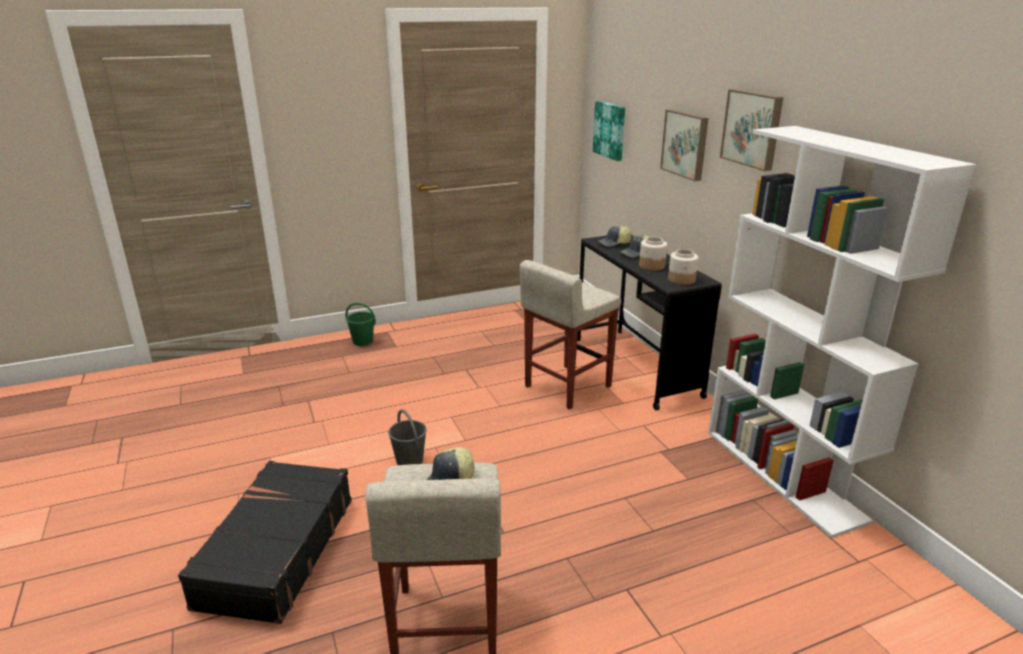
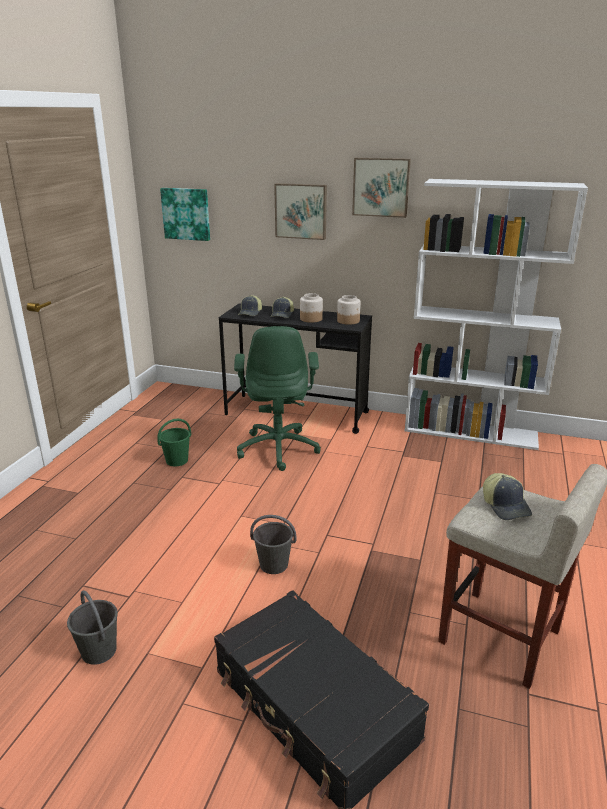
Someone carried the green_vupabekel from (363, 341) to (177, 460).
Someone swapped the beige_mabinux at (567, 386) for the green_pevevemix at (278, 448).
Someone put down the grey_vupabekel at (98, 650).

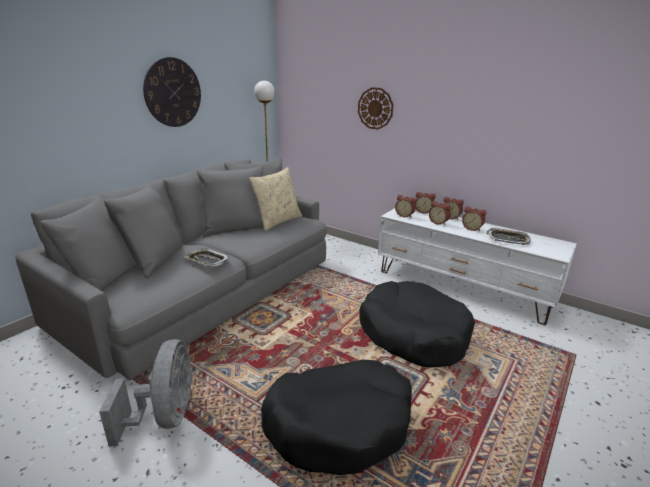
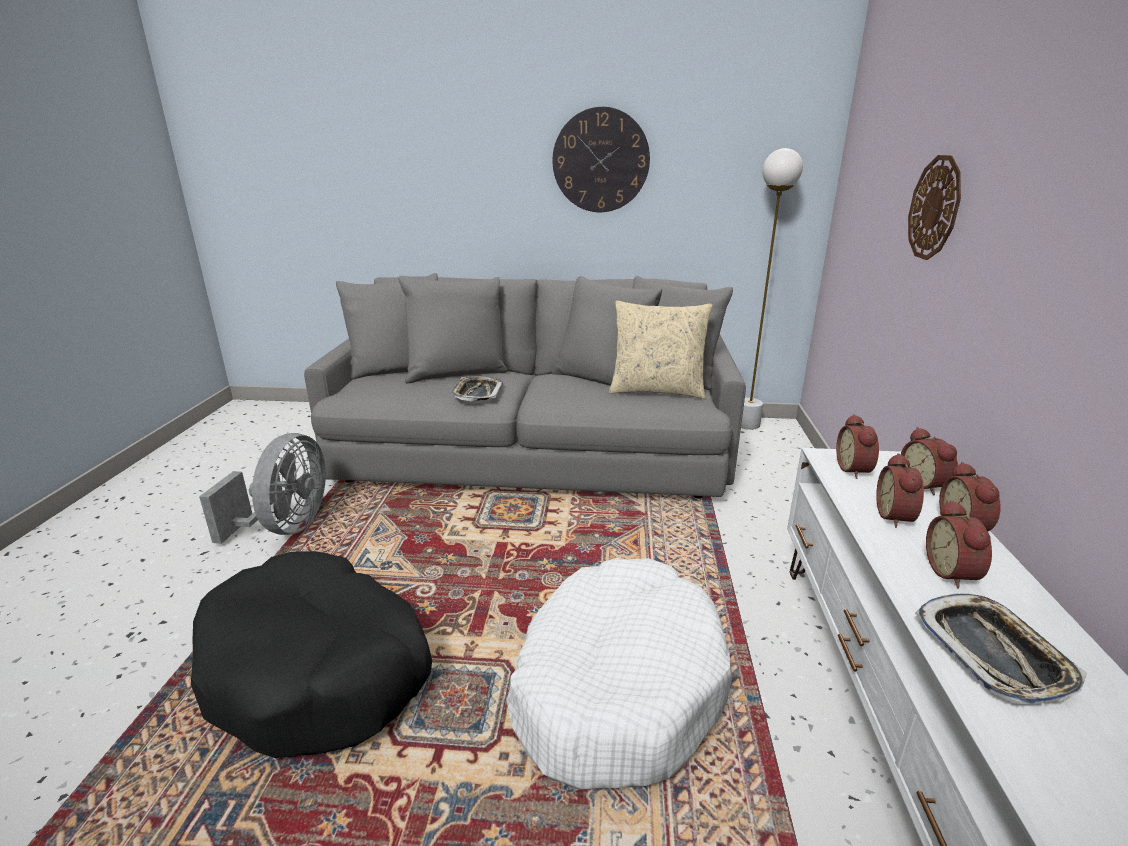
Someone rotated the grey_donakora at (165, 417) by 45 degrees counterclockwise.
Someone repainted the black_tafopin at (413, 334), which became the white_tafopin at (617, 685).

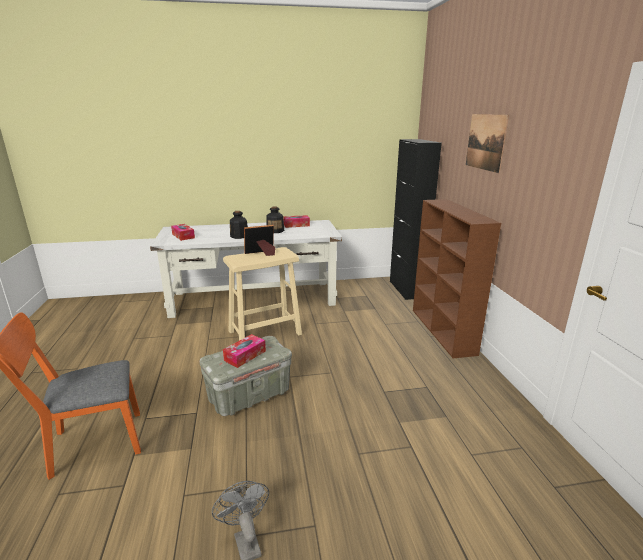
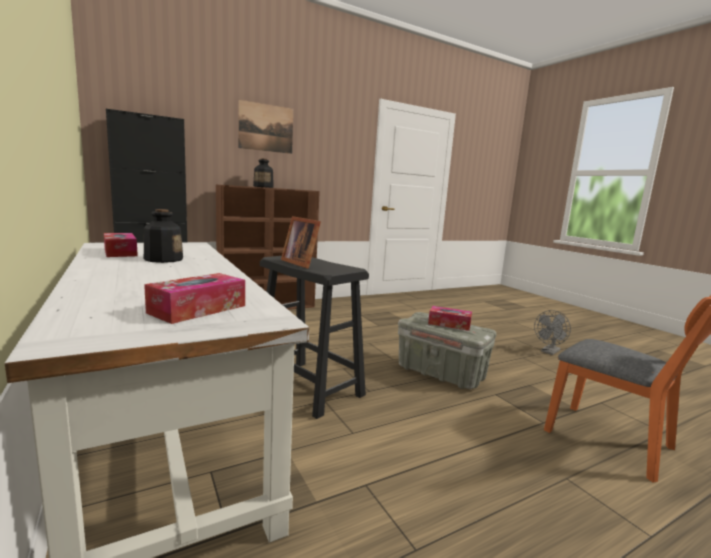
Someone repainted the beige_mabinux at (264, 333), which became the black_mabinux at (308, 387).
Someone carried the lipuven from (239, 236) to (263, 187).

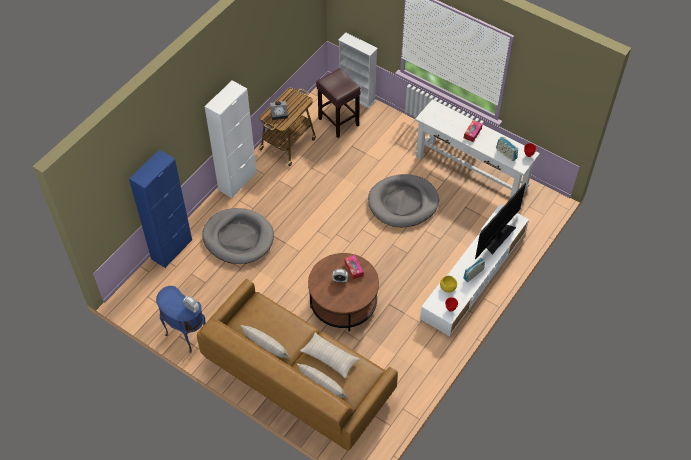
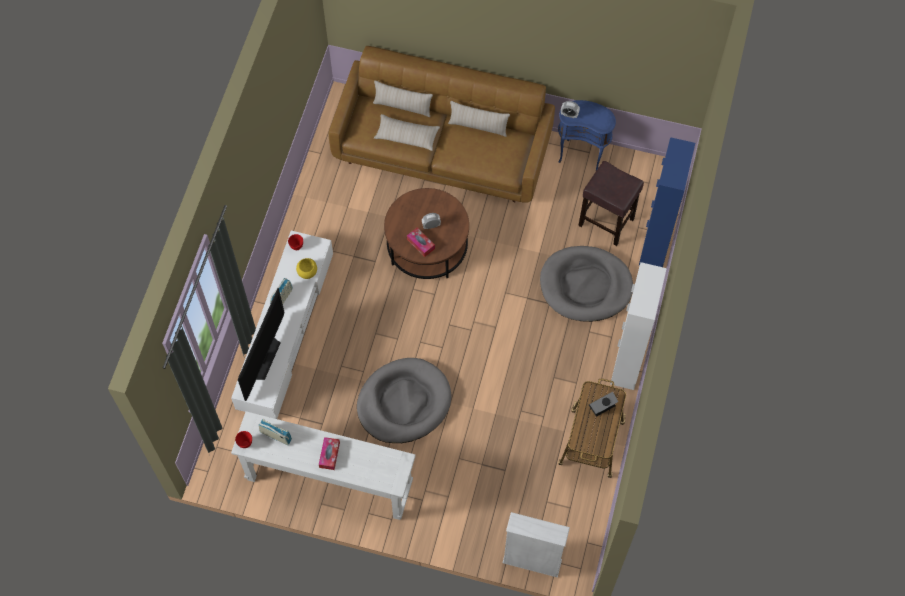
Someone carried the brown_mabinux from (338, 121) to (607, 222).

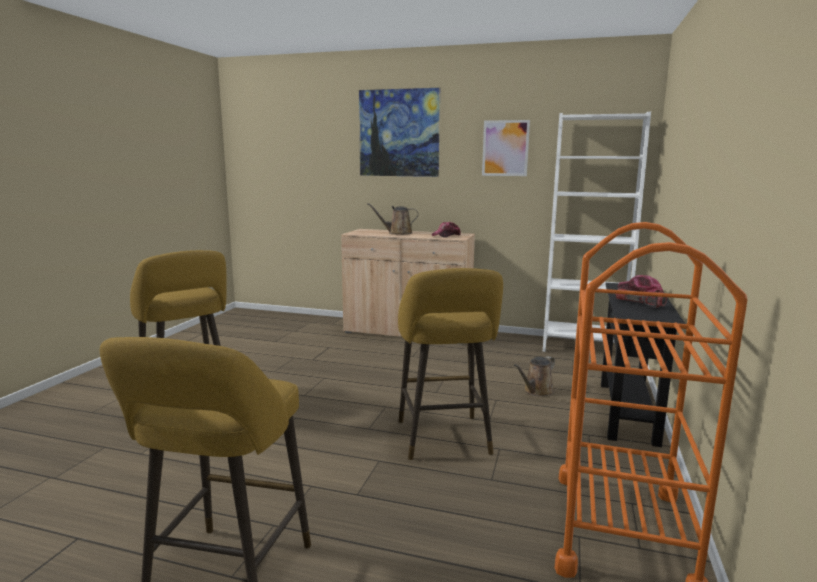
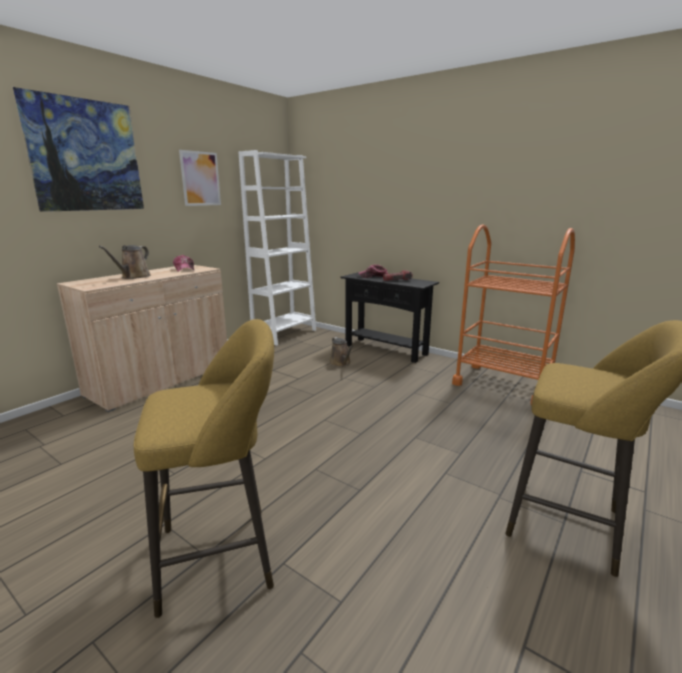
Someone took away the yellow_mabinux at (444, 440).

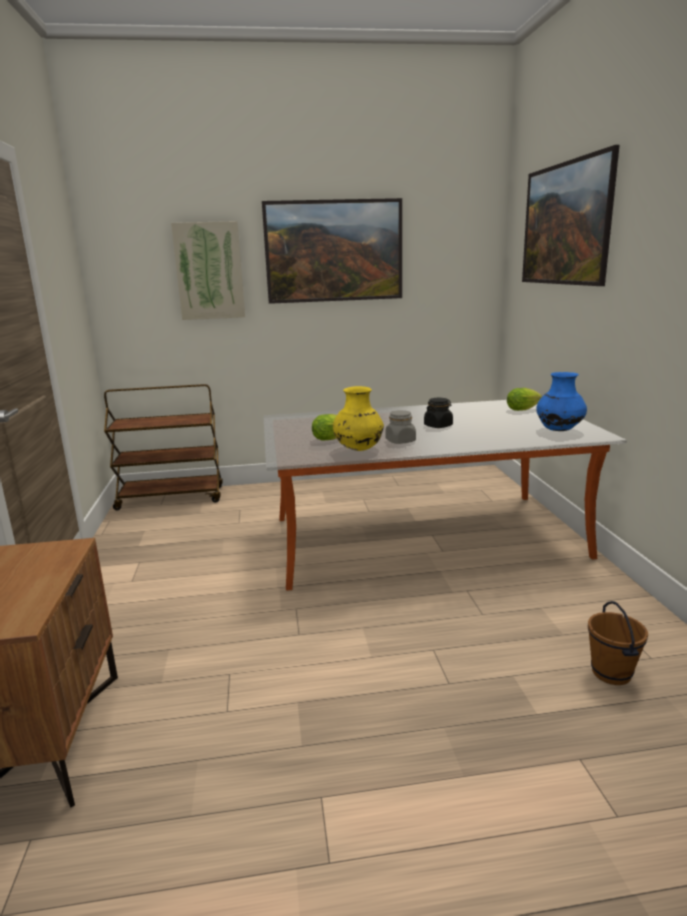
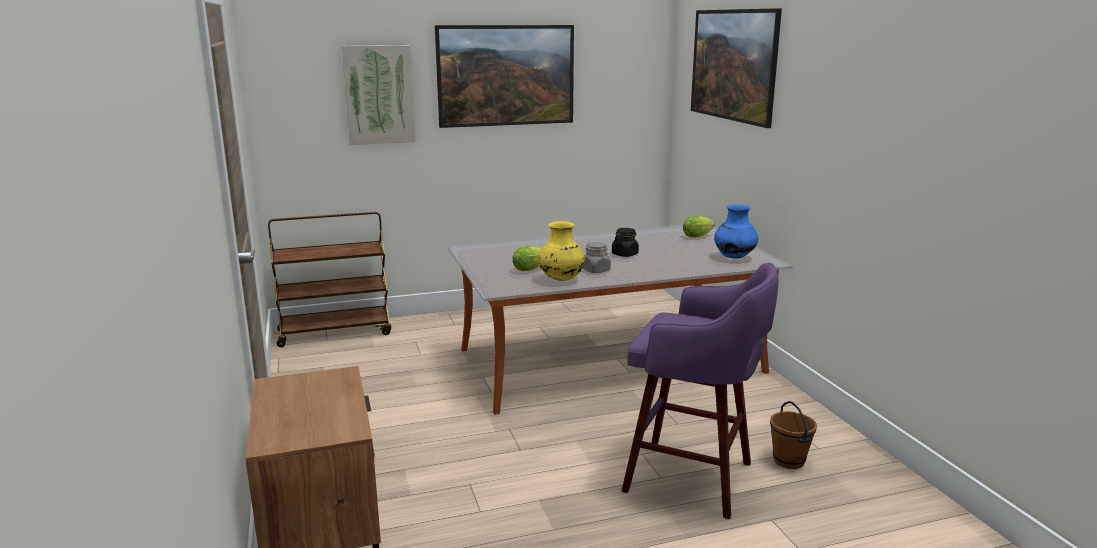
Someone put down the purple_mabinux at (693, 478).

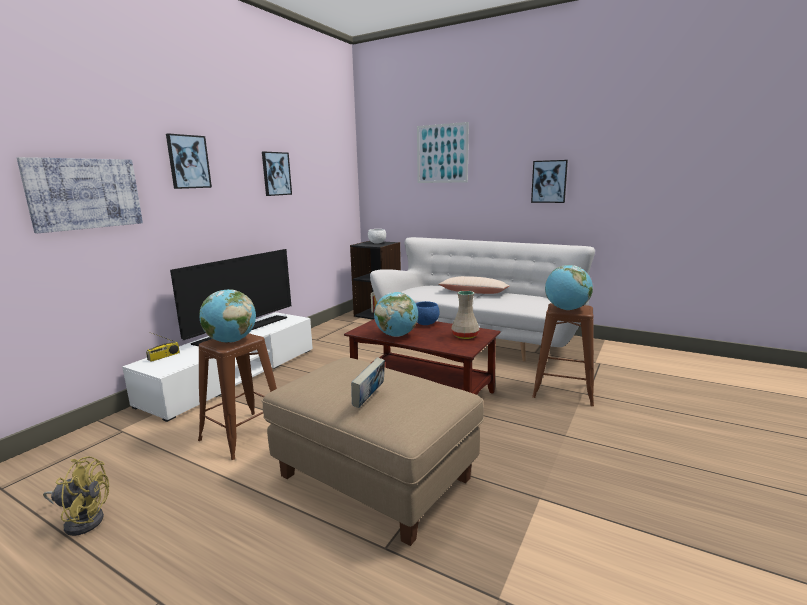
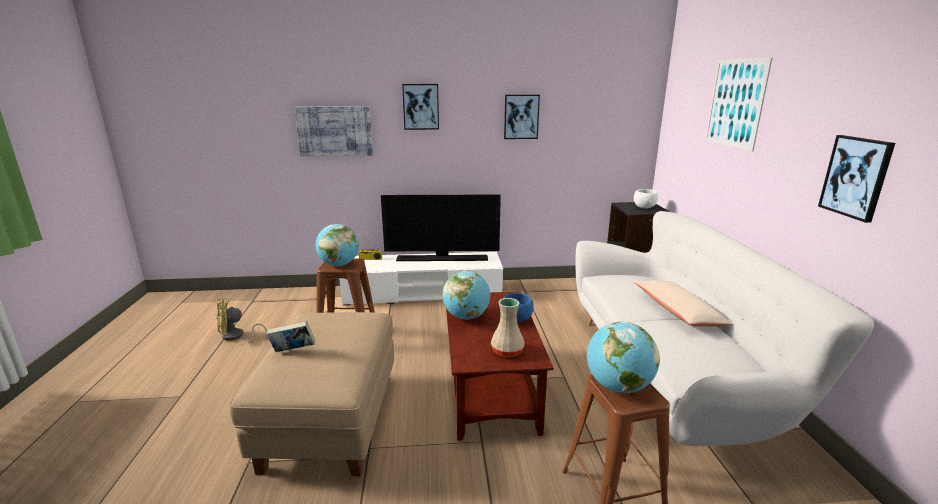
Someone rotated the yellow_donakora at (83, 519) by 105 degrees clockwise.

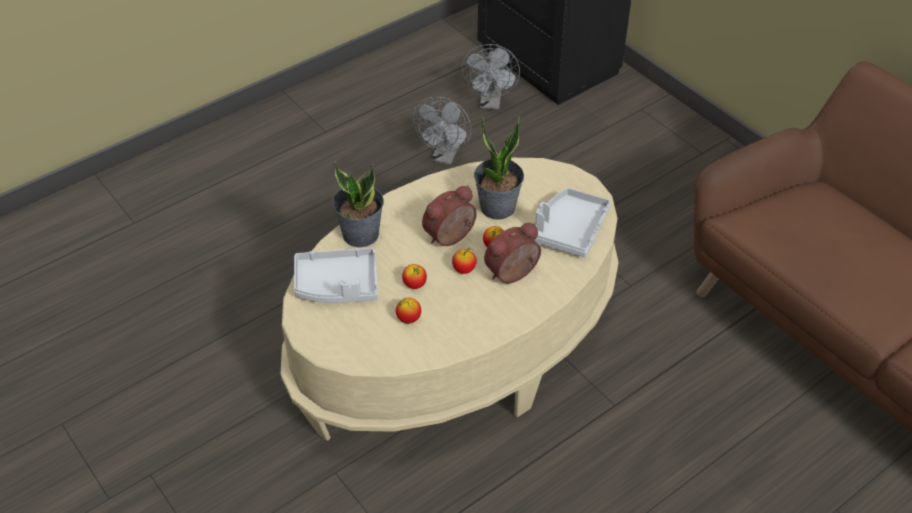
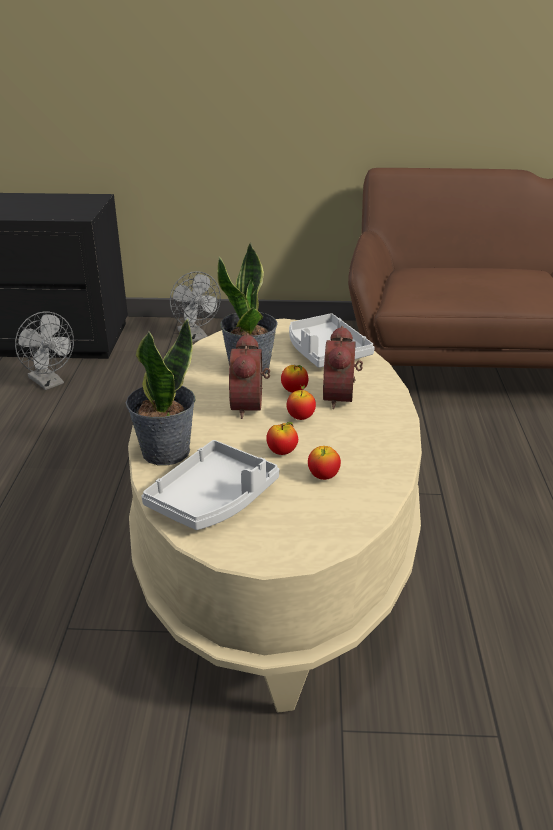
Someone carried the grey_donakora from (445, 156) to (195, 336).

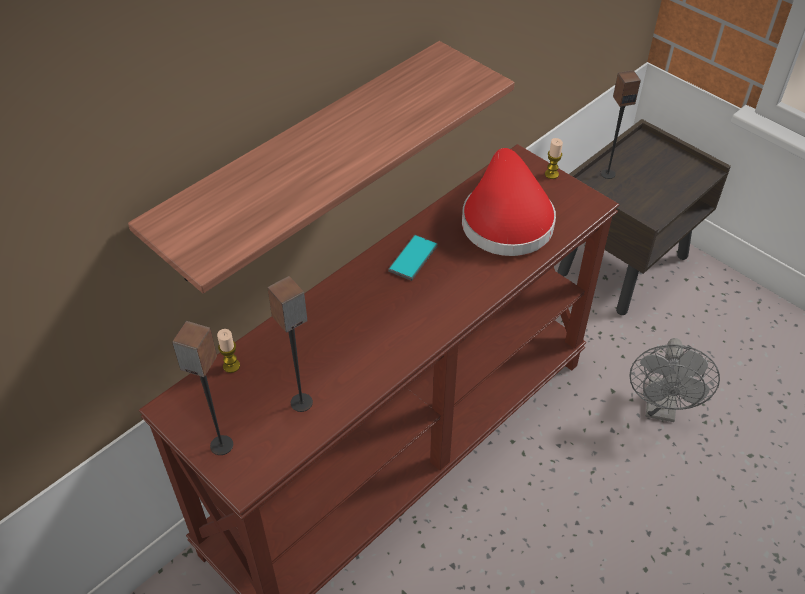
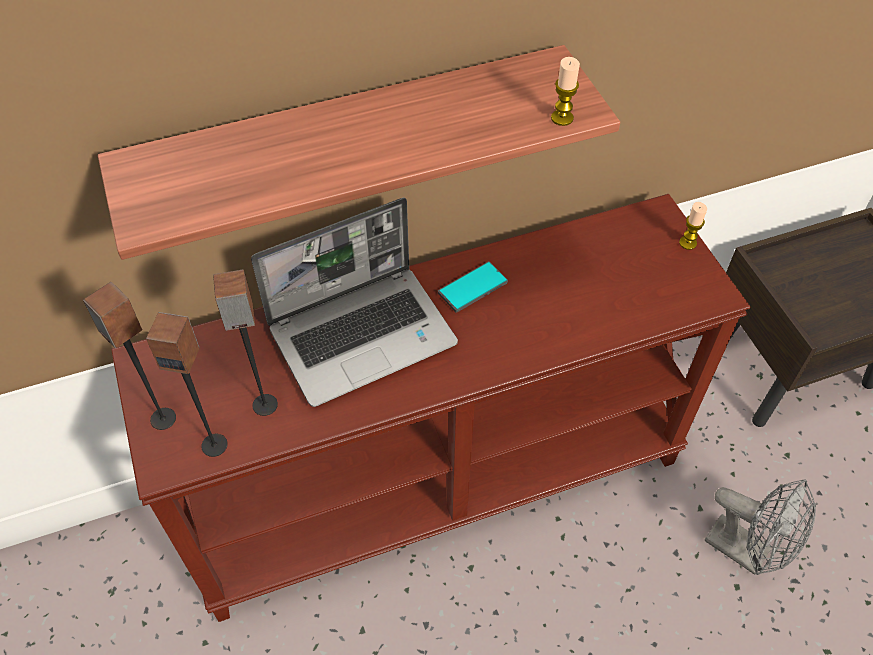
Someone carried the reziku from (231, 366) to (562, 118).
Someone took away the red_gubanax at (505, 219).
Someone carried the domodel from (607, 173) to (214, 444).
Someone rotated the grey_donakora at (661, 408) by 90 degrees counterclockwise.
Someone put down the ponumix at (363, 334).

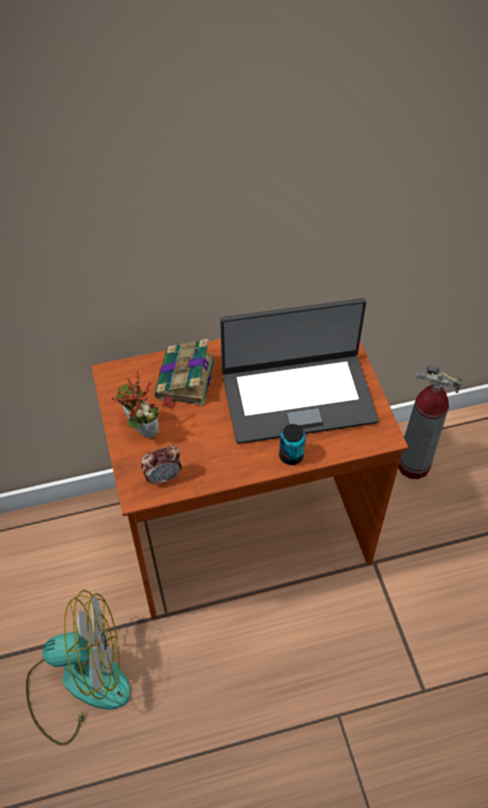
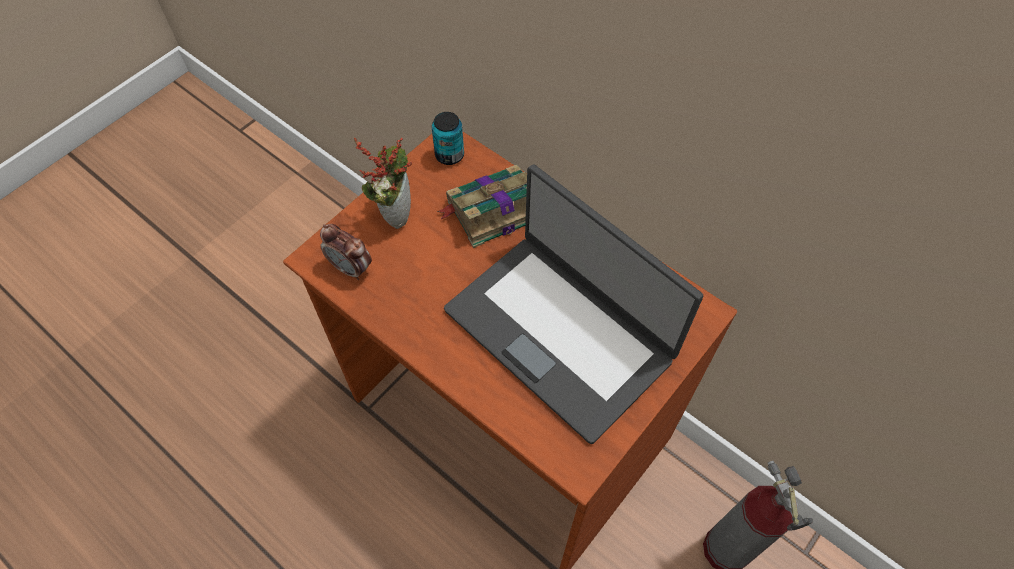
Someone took away the donakora at (79, 682).
Someone carried the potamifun from (291, 456) to (449, 155).

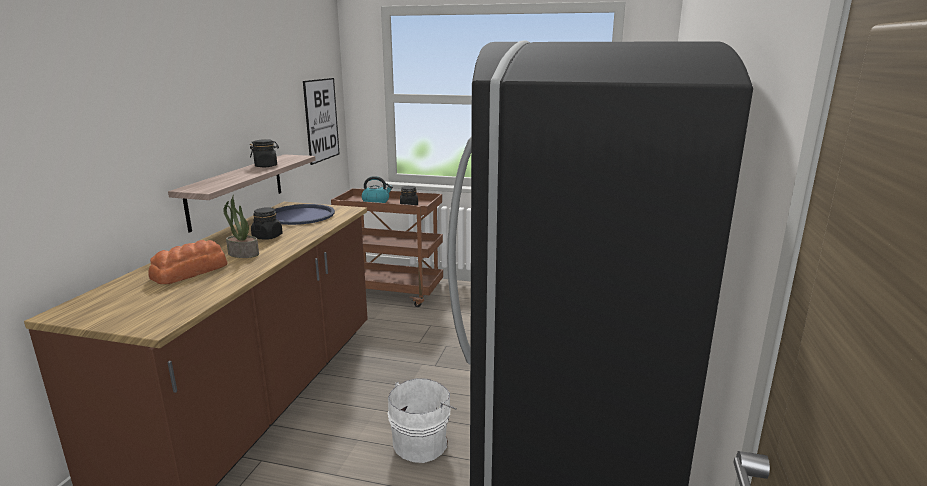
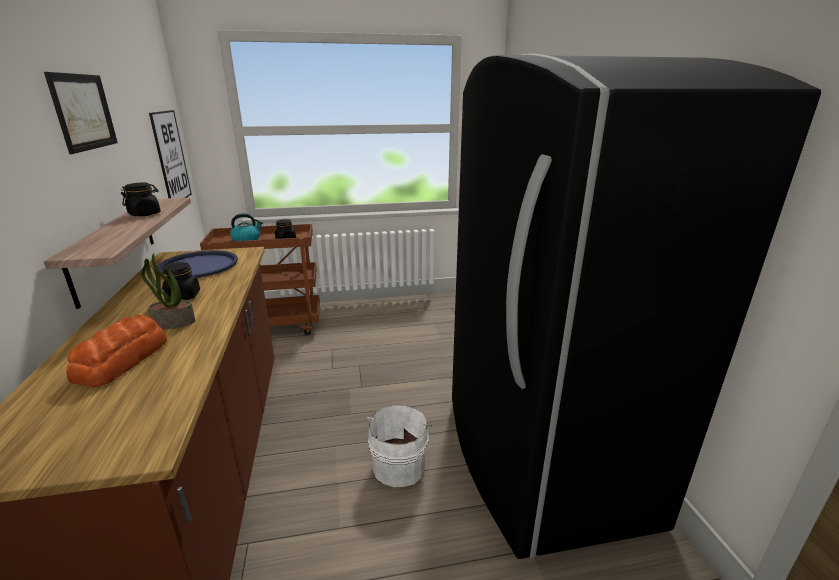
Someone put up the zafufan at (83, 112).

